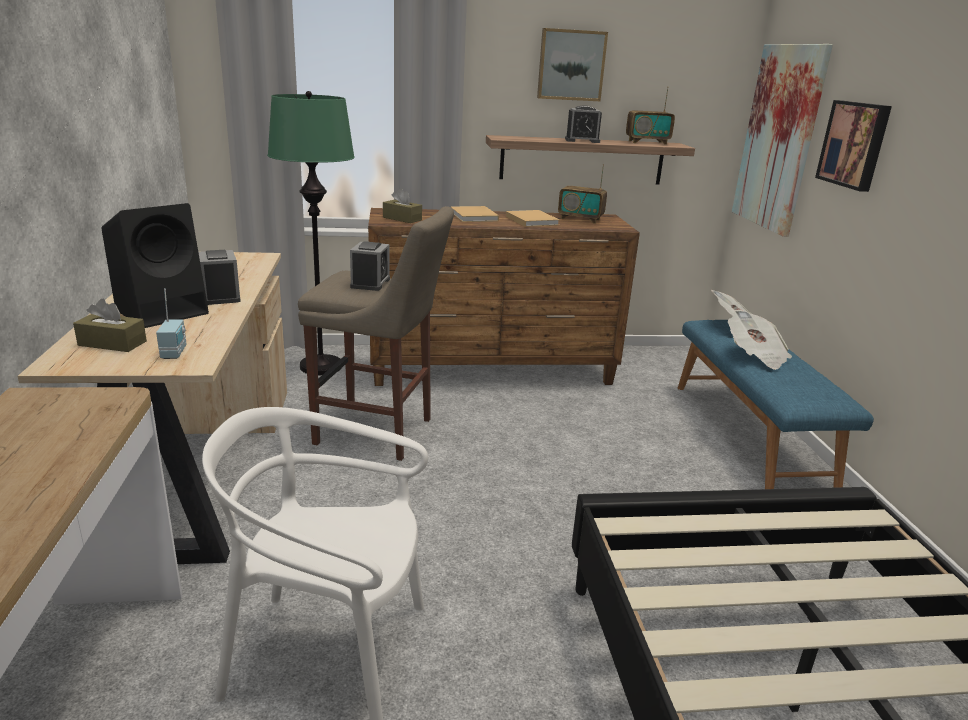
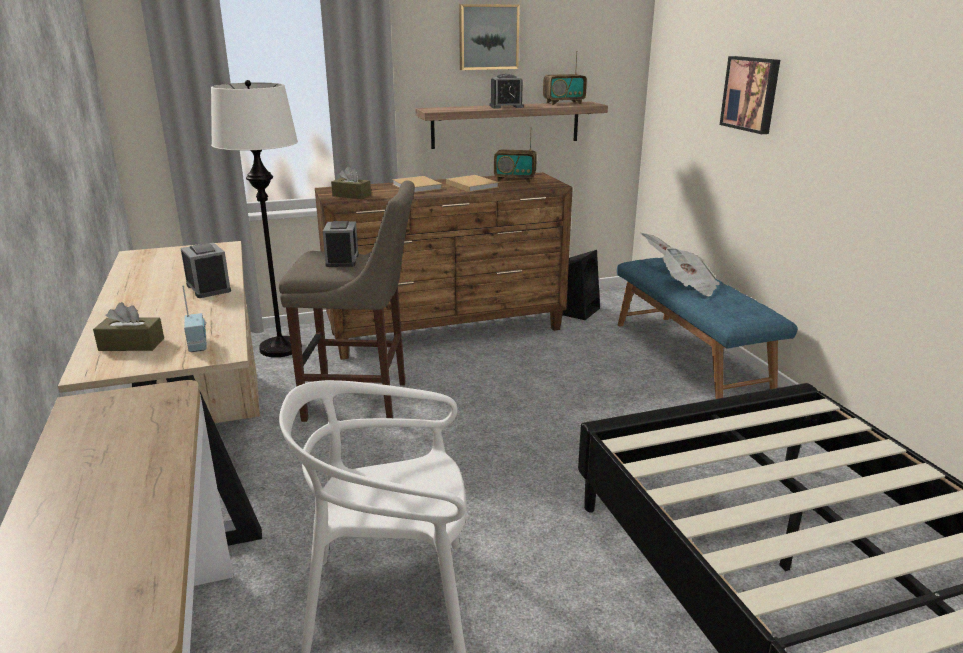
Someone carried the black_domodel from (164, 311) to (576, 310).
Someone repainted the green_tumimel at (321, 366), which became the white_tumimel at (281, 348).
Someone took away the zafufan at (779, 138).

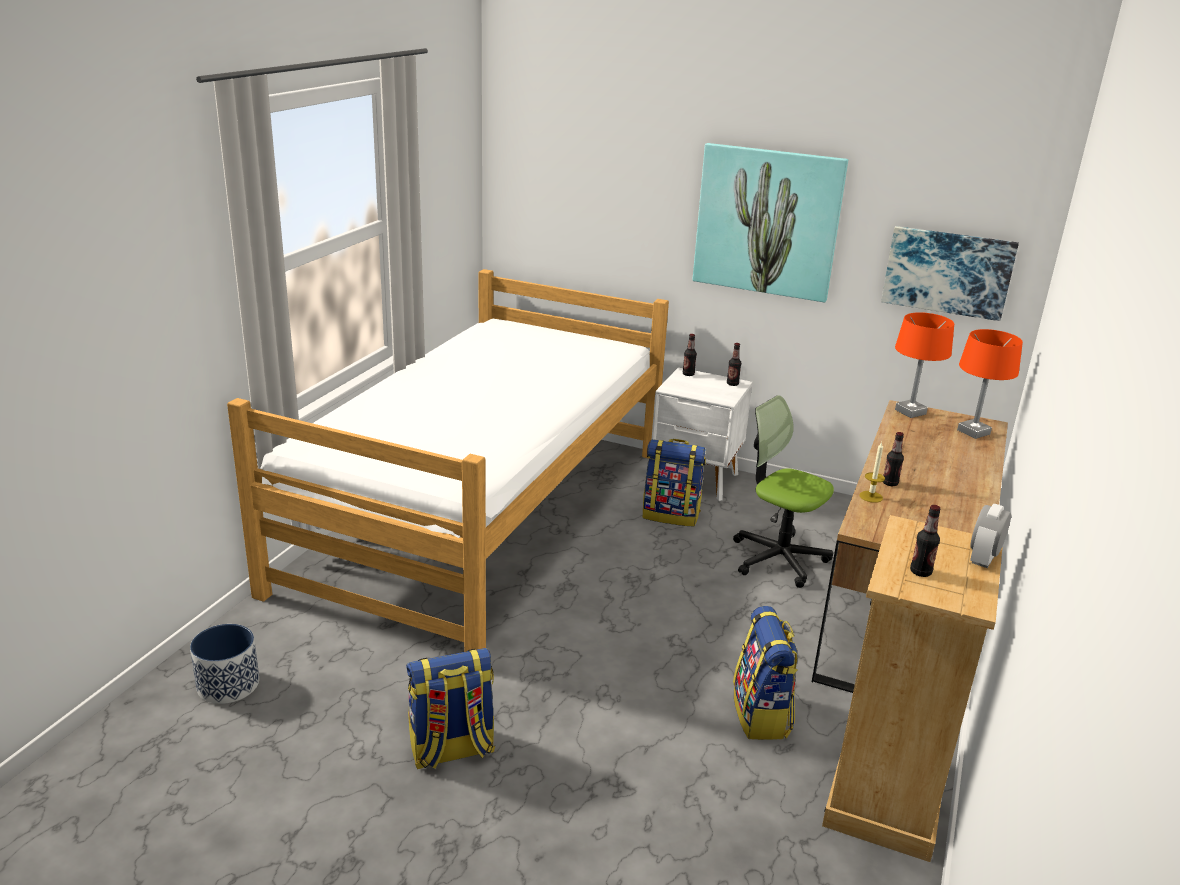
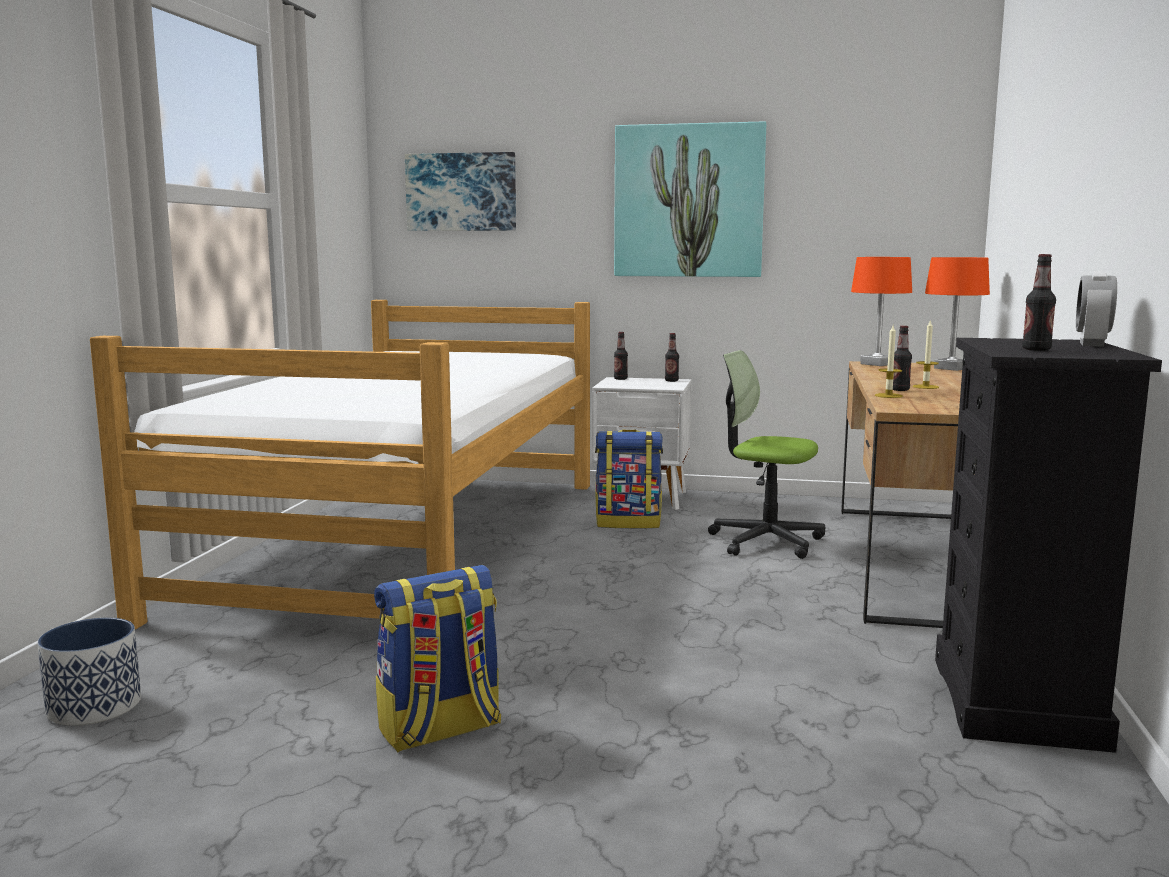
Someone took away the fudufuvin at (762, 715).
Someone repainted the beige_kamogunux at (885, 795), which became the black_kamogunux at (1017, 702).
Someone carried the zafufan from (947, 272) to (461, 192).
Someone put down the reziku at (925, 387).

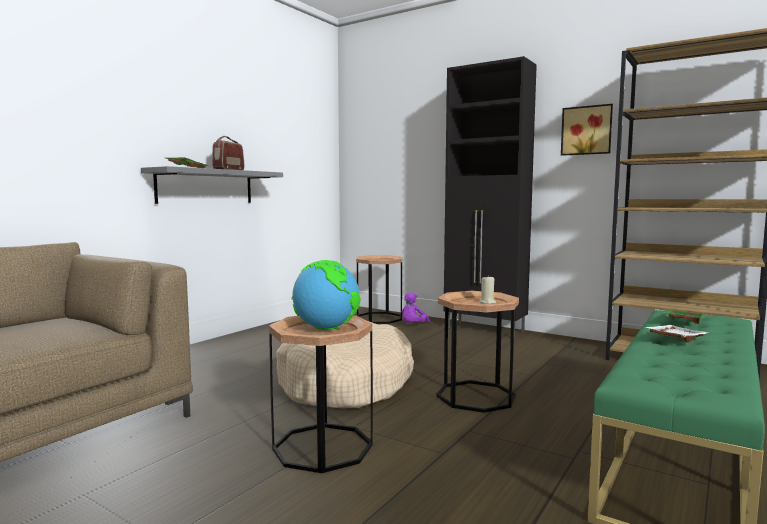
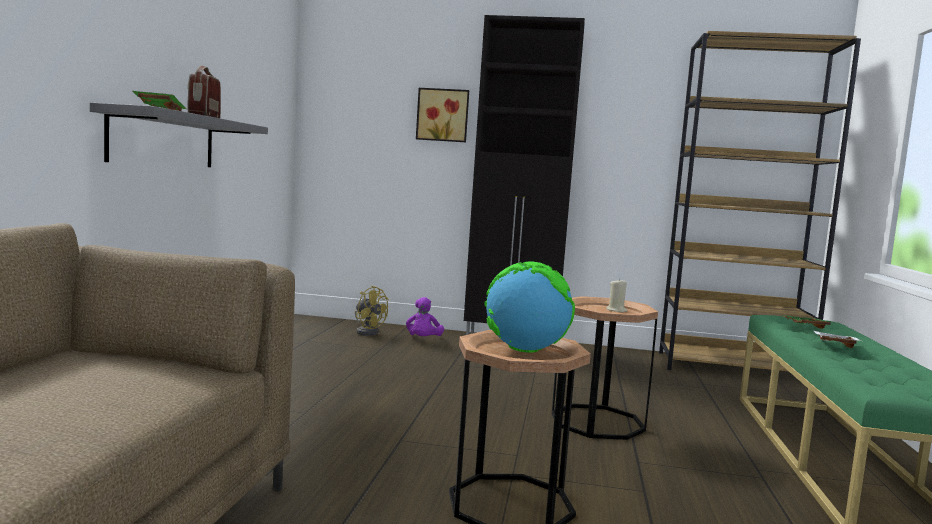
Someone took away the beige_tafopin at (346, 383).
Someone swapped the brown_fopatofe at (379, 318) for the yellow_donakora at (368, 332).
Someone carried the zafufan from (586, 130) to (443, 115).

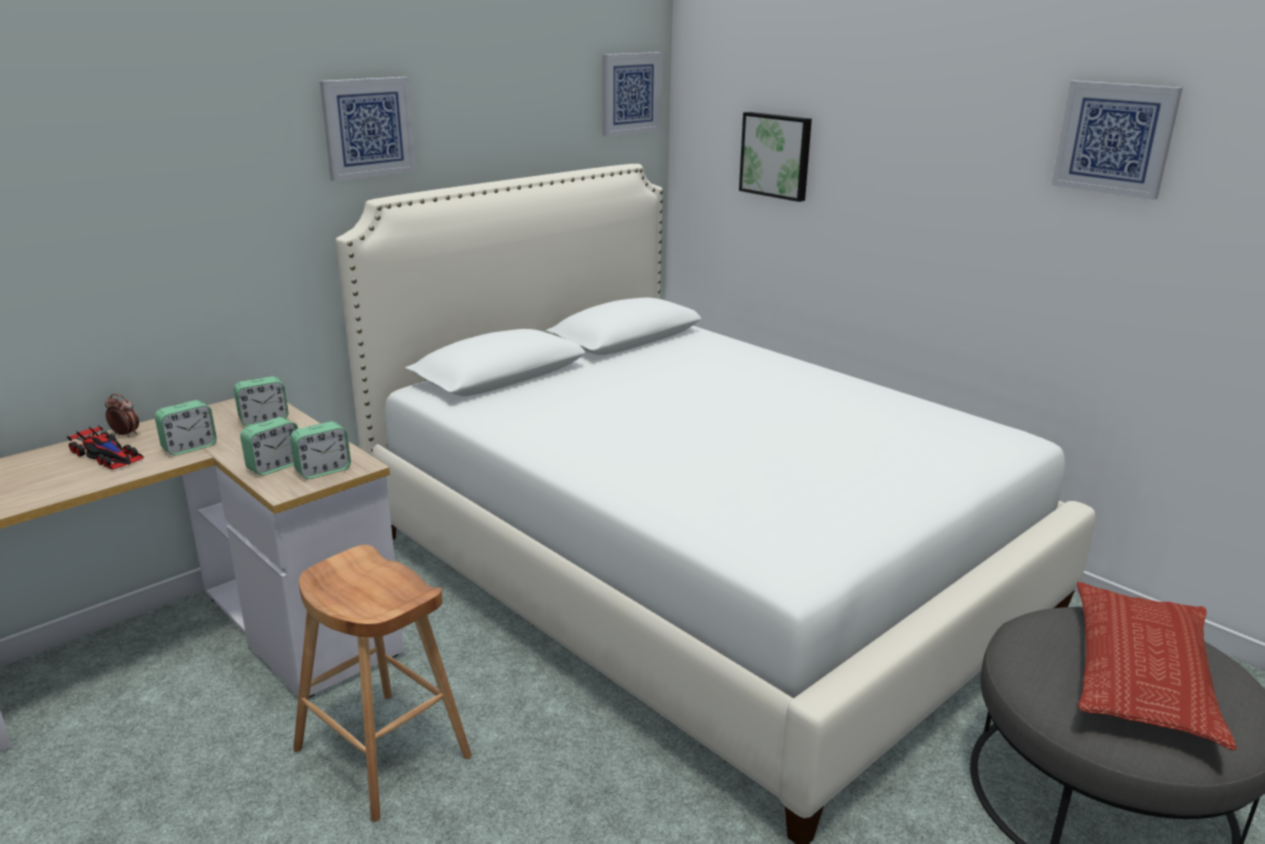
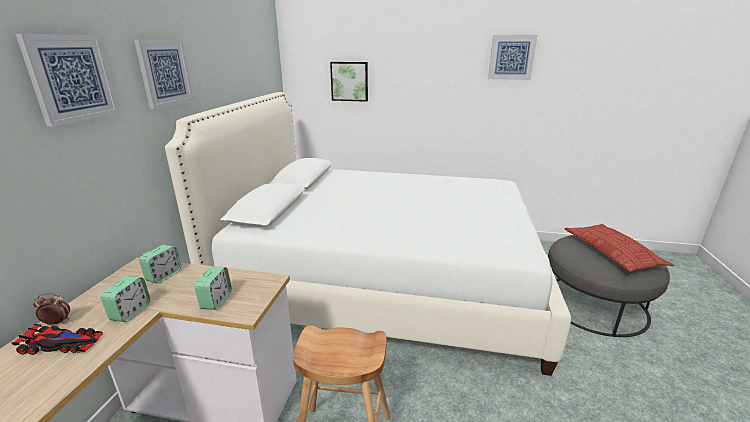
Someone took away the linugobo at (323, 470).
Someone carried the zafufan from (630, 93) to (71, 78).

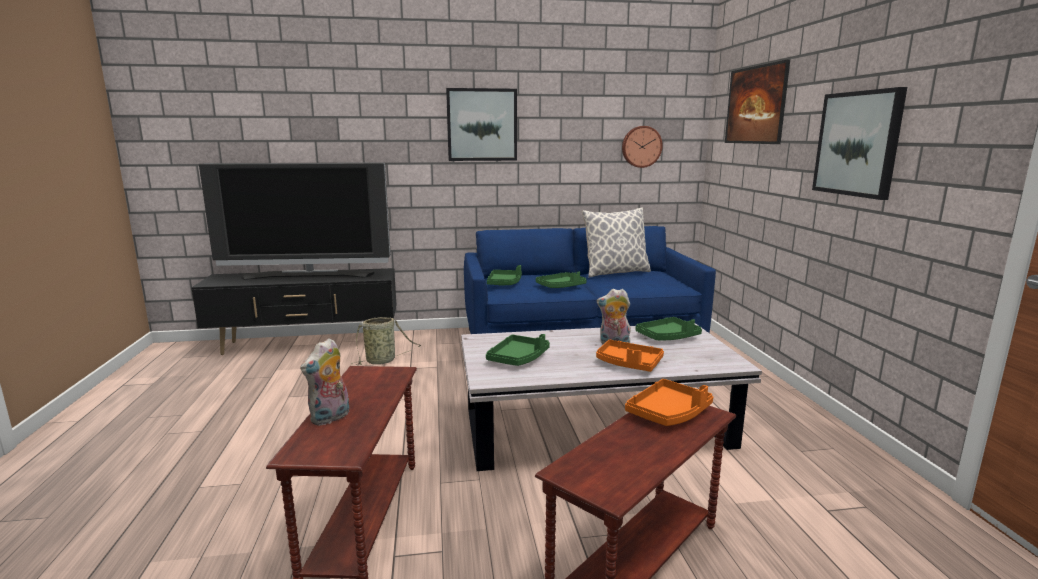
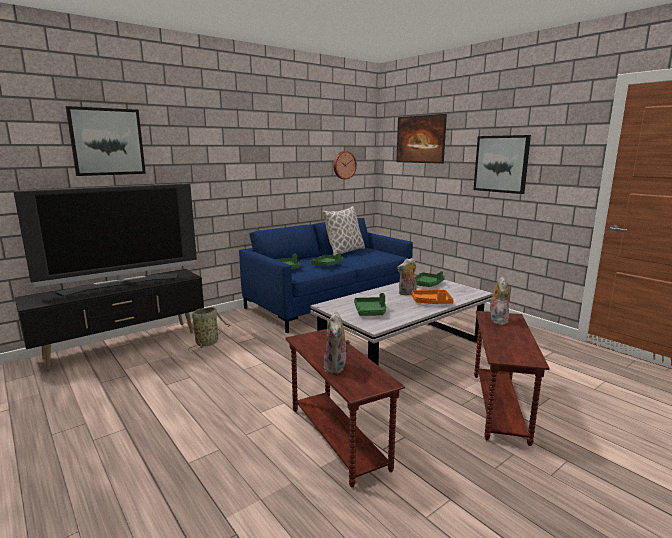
Someone carried the zafufan from (482, 125) to (107, 142).
Someone swapped the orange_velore at (669, 413) for the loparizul at (497, 320).

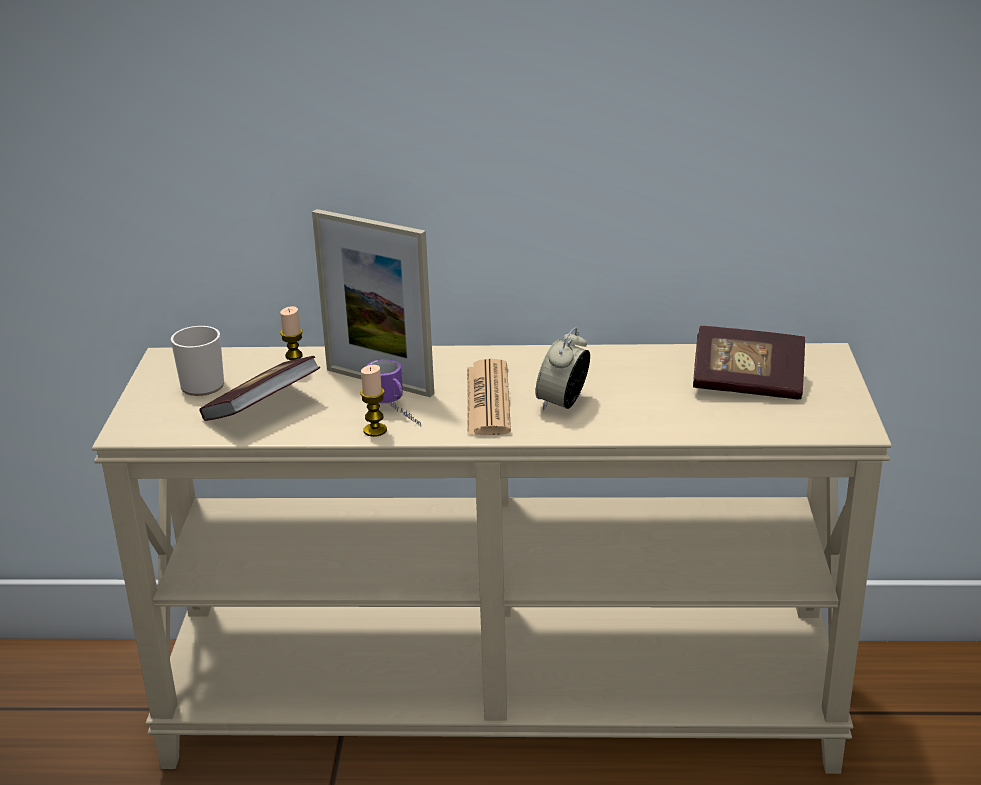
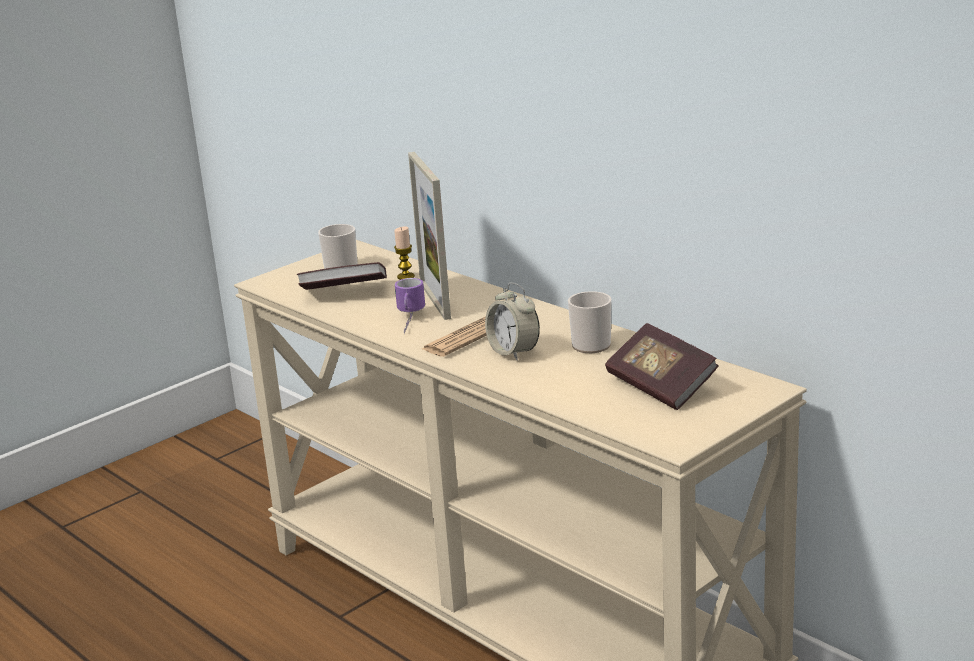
Someone took away the reziku at (375, 430).
Someone rotated the linugobo at (563, 403) by 105 degrees counterclockwise.
Someone put down the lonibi at (593, 343).

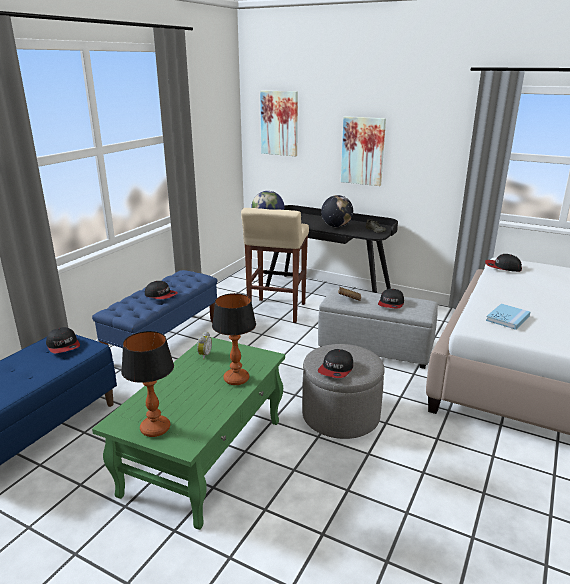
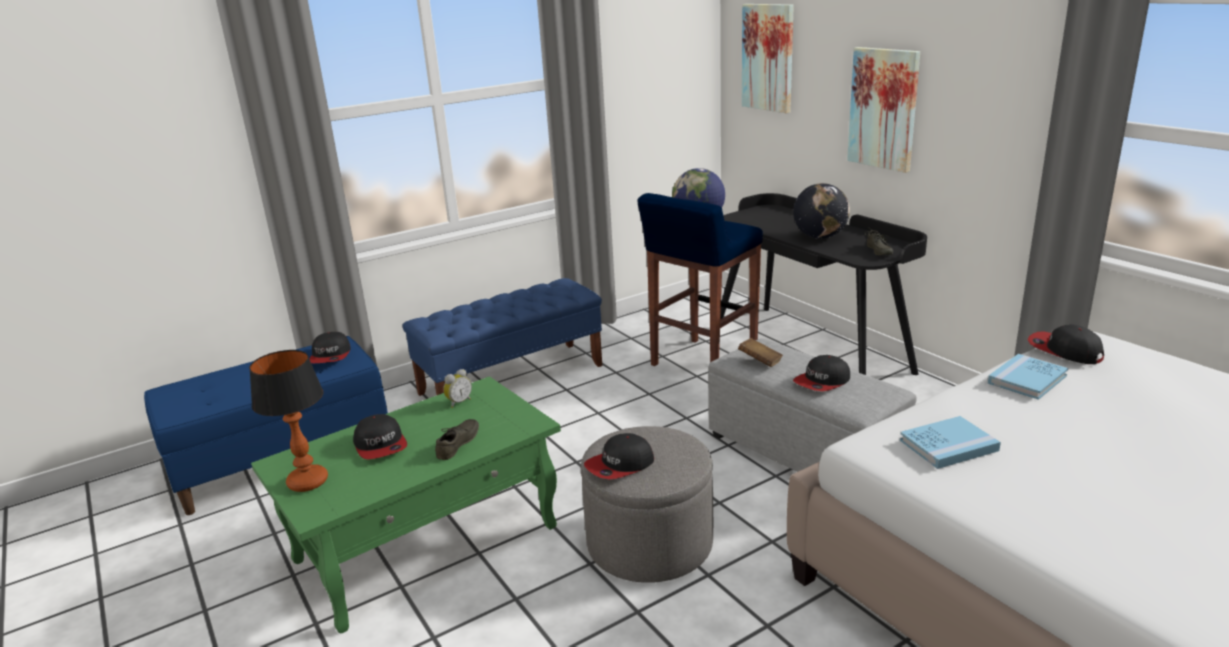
Someone carried the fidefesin from (161, 295) to (381, 445).
Someone swapped the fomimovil at (236, 379) for the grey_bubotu at (460, 444).
Someone repainted the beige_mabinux at (276, 311), which became the blue_mabinux at (702, 363).
Someone put down the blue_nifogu at (1027, 379).

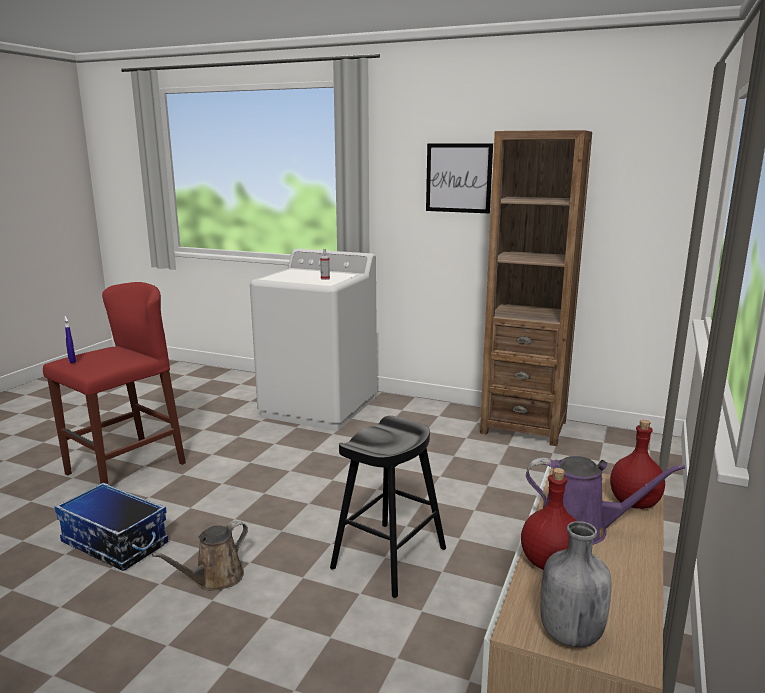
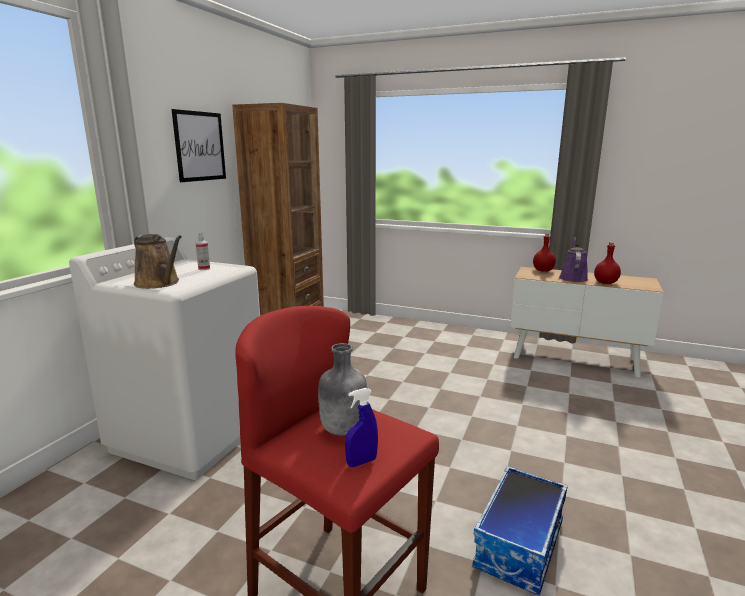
Someone carried the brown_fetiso from (215, 579) to (159, 283).
Someone took away the black_mabinux at (389, 558).
Someone carried the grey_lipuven from (569, 633) to (342, 430).

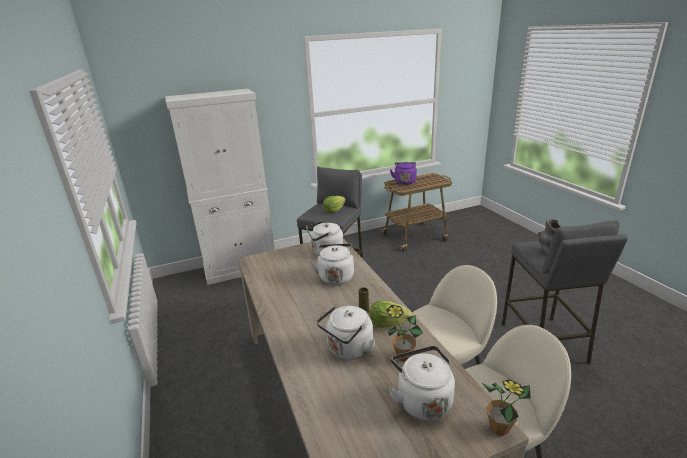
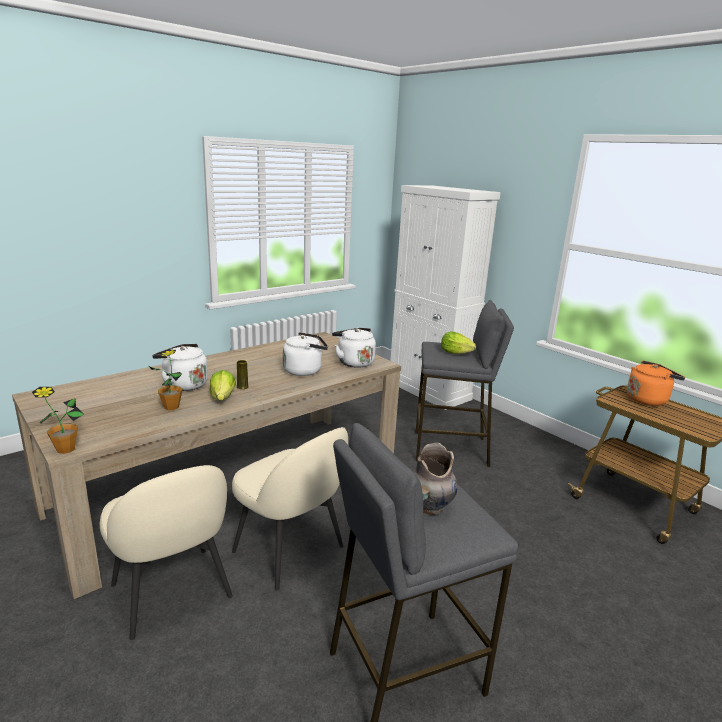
Someone took away the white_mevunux at (422, 400).
Someone repainted the purple_mevunux at (404, 181), which became the orange_mevunux at (648, 399).

